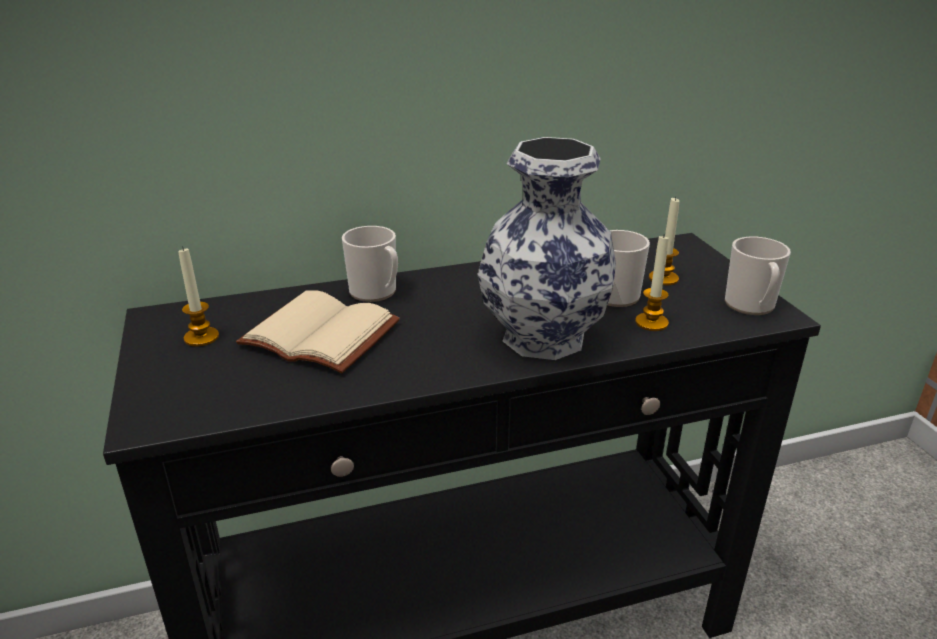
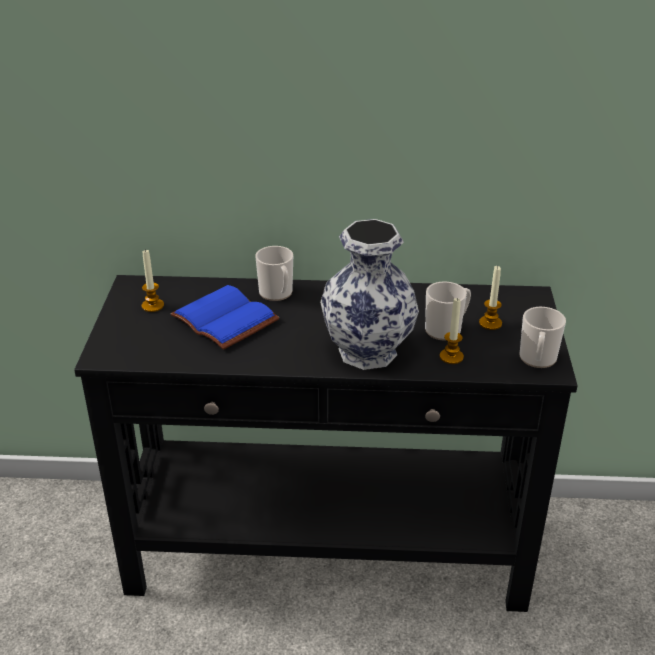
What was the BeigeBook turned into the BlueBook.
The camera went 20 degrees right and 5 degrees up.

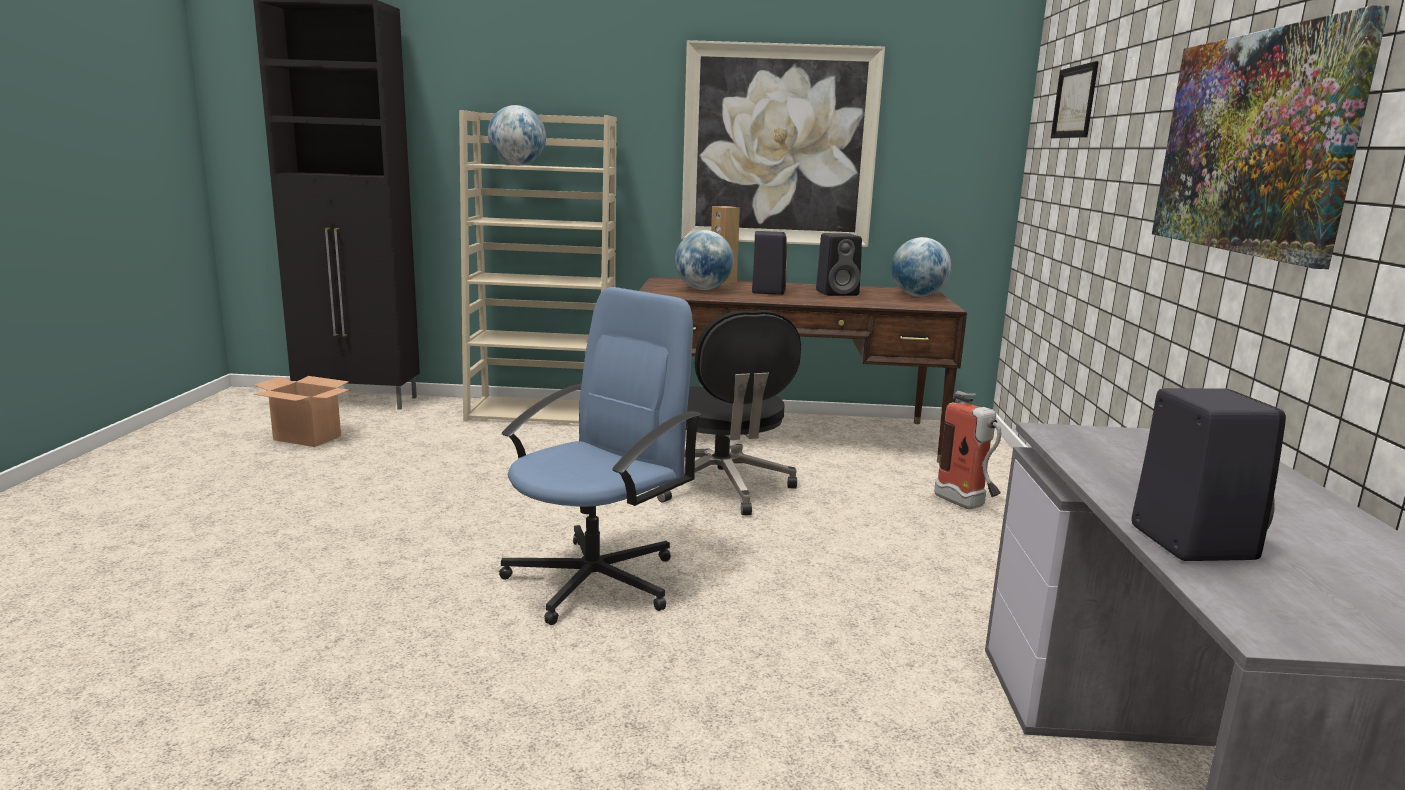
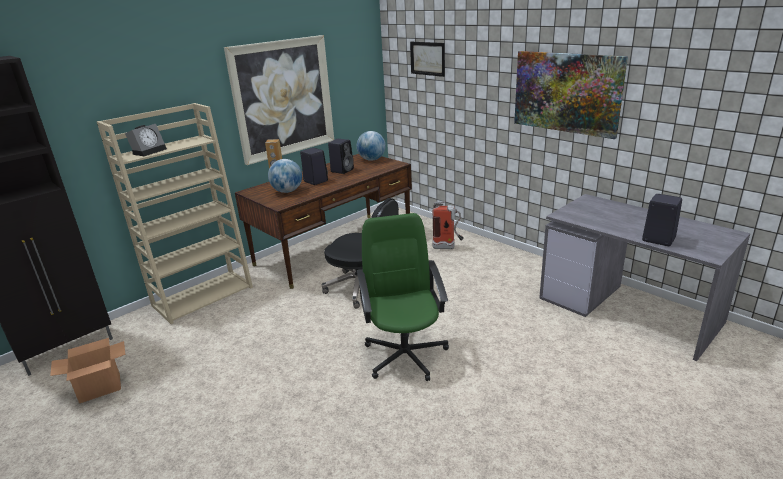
Where the Globe (no. 1 from left) stood, the AlarmClock came to stand.
What was the BlueOfficeChair turned into the GreenOfficeChair.
The camera went 45 degrees left and 10 degrees up.

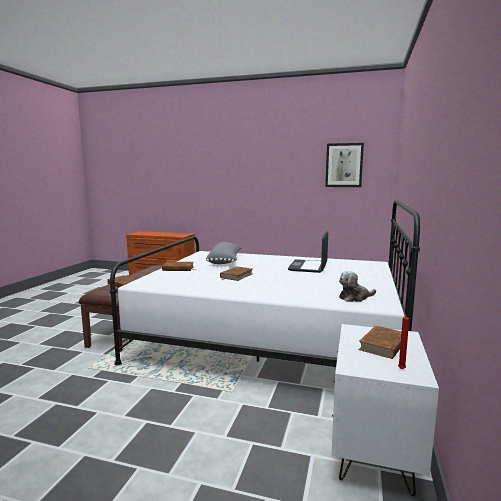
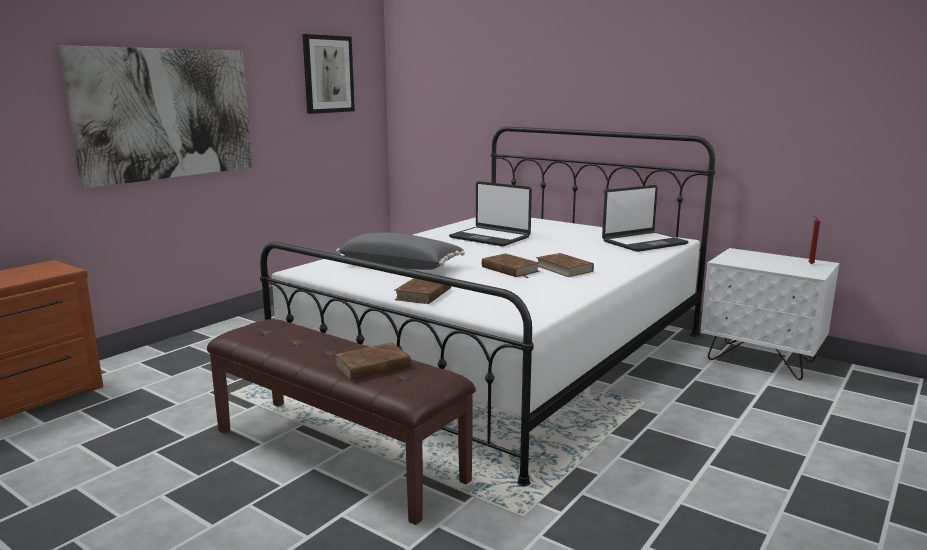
Where the PlushToy stood, the Laptop (no. 2 from left) came to stand.
The BrownBook (no. 4 from left) ended up elsewhere.
The second view gained the Picture (no. 1 from left).
The camera went 70 degrees left and 5 degrees up.

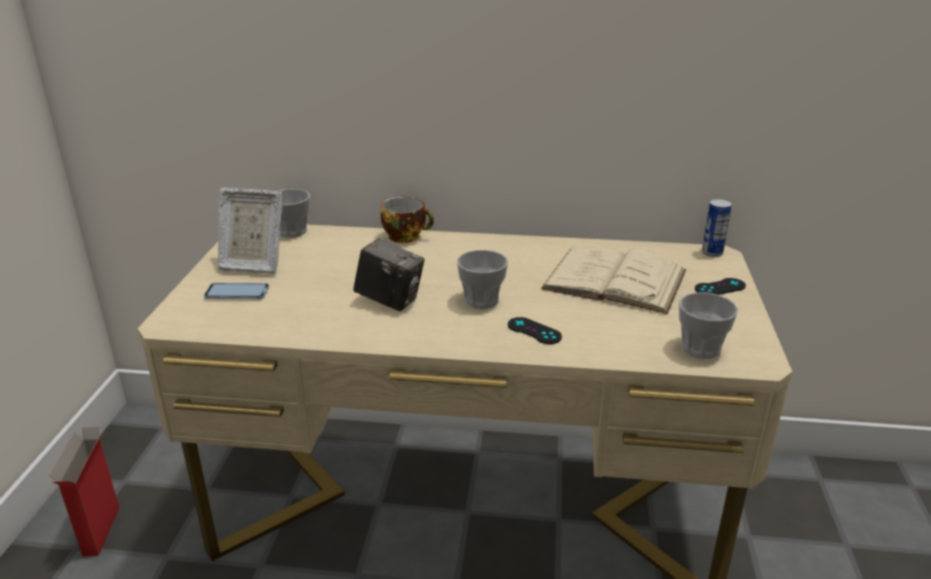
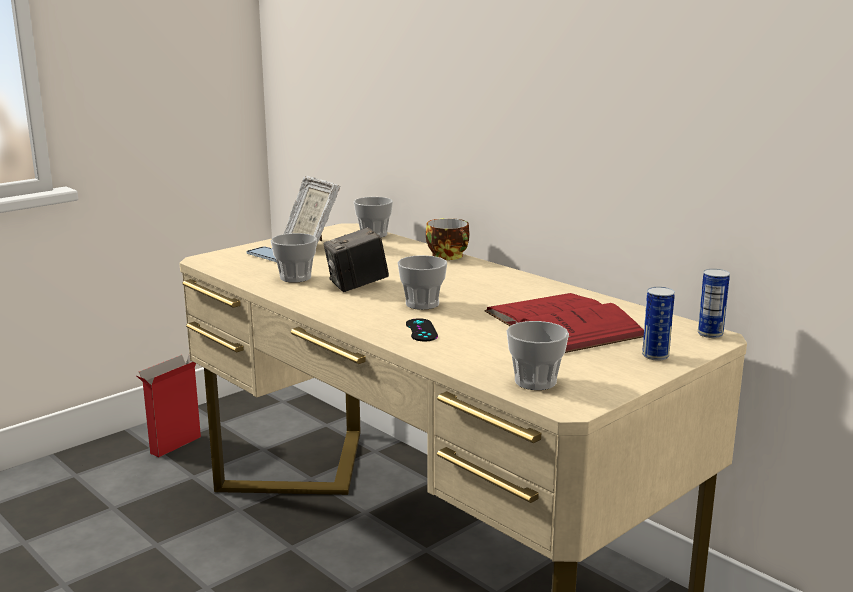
The PhotoCamera ended up facing another way, 90 degrees clockwise from before.
What was the BeigeBook turned into the RedBook.
Where the BlackGameController (no. 2 from left) stood, the Can (no. 1 from left) came to stand.
The second view gained the Cup (no. 1 from left).
The camera went 40 degrees right and 10 degrees down.

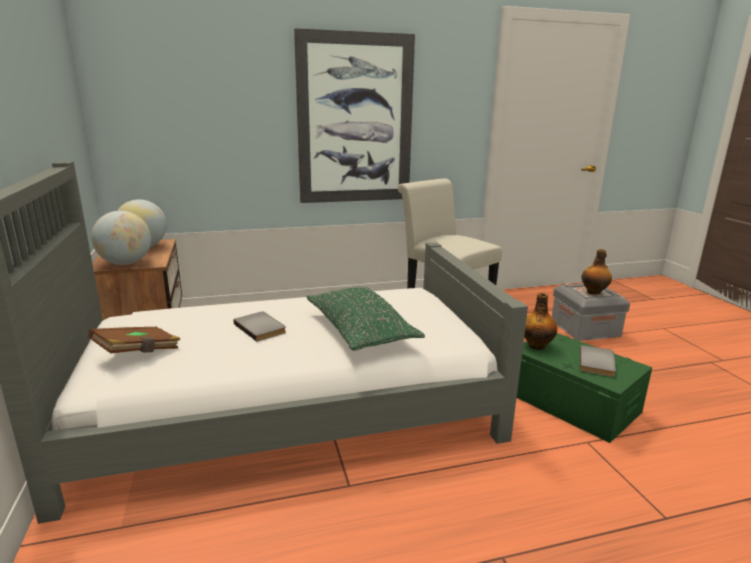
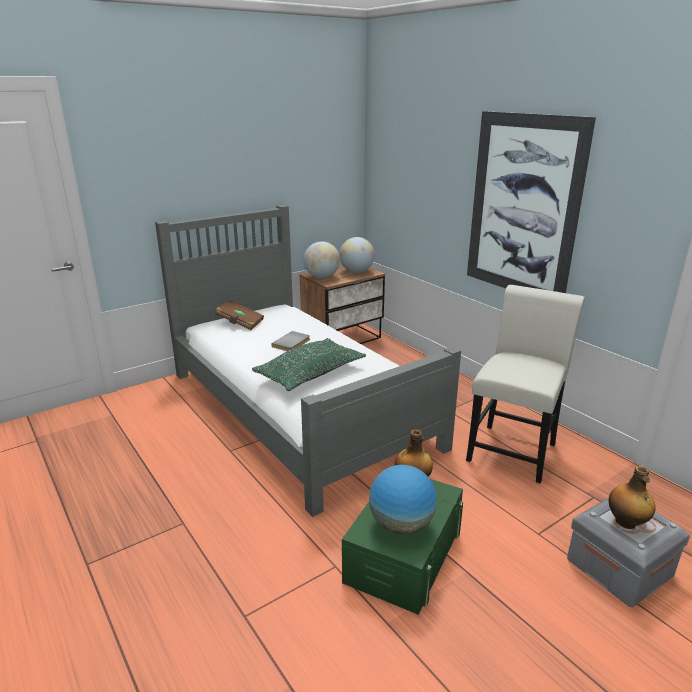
Where the GreyBook (no. 2 from left) stood, the Globe (no. 3 from left) came to stand.
The camera went 70 degrees right and 5 degrees up.

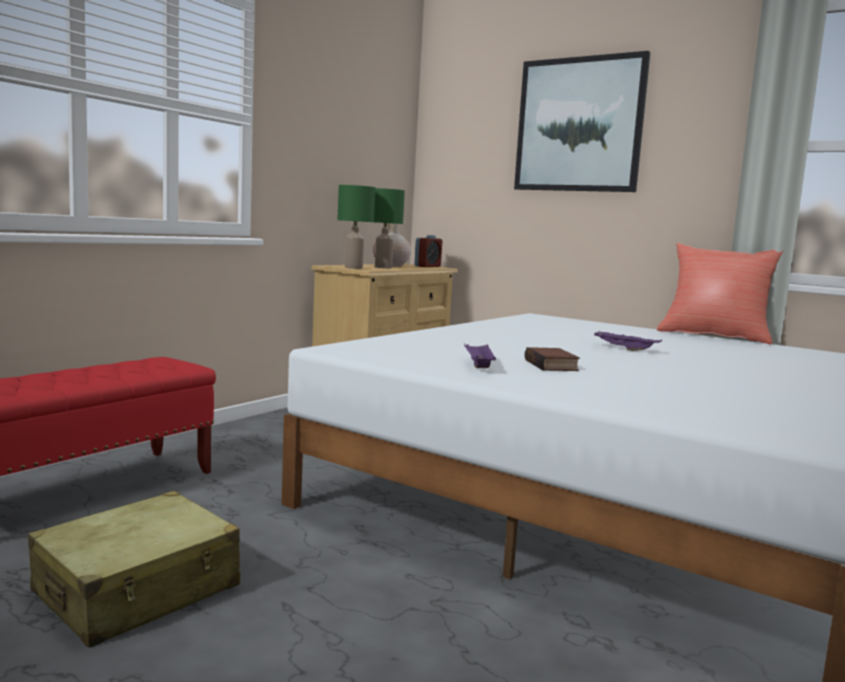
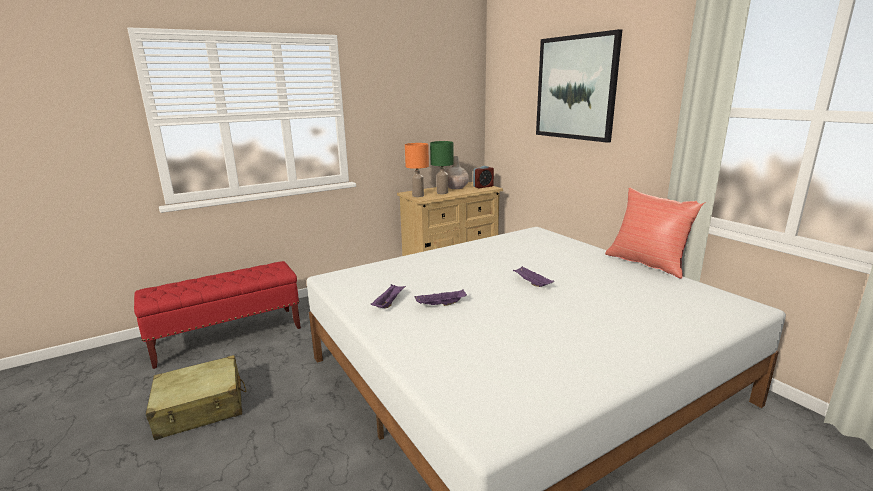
What was the GreenTableLamp (no. 1 from left) turned into the OrangeTableLamp.
Where the Book stood, the PurpleTray (no. 2 from left) came to stand.
The camera went 25 degrees right and 10 degrees up.

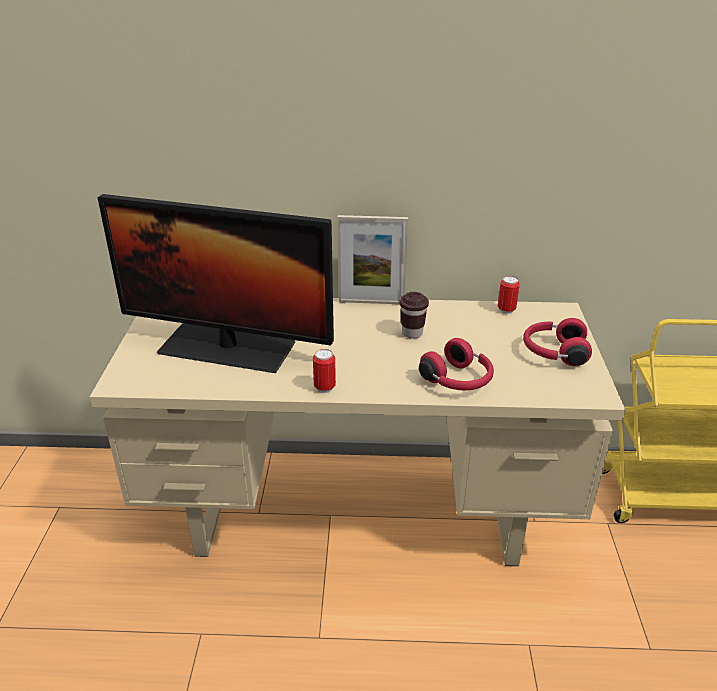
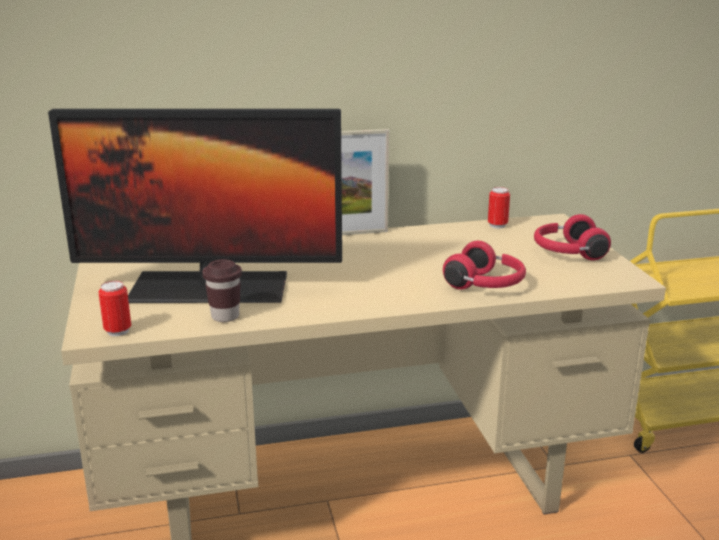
The Can (no. 1 from left) ended up elsewhere.
The BrownCup ended up elsewhere.
The camera went 15 degrees left and 10 degrees down.

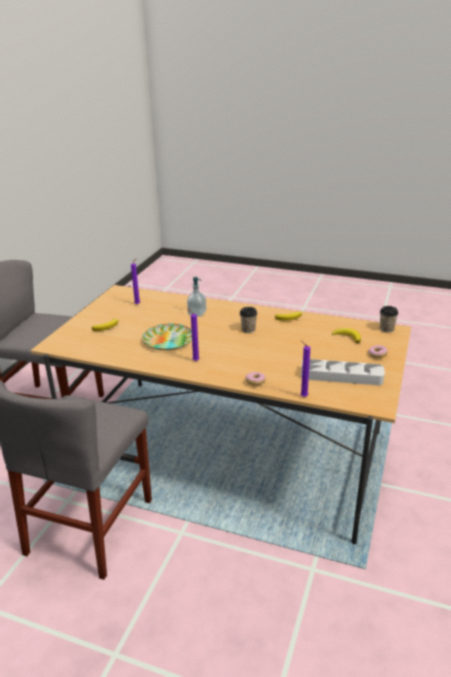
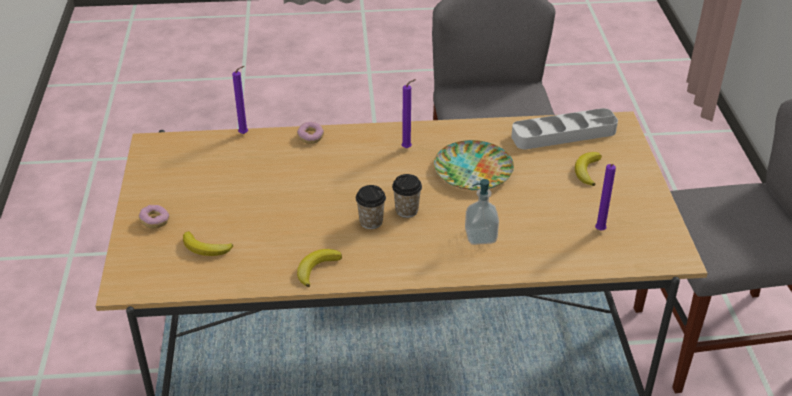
The GreyTray ended up elsewhere.
The Cup (no. 2 from left) ended up elsewhere.
The camera went 155 degrees right and 10 degrees up.

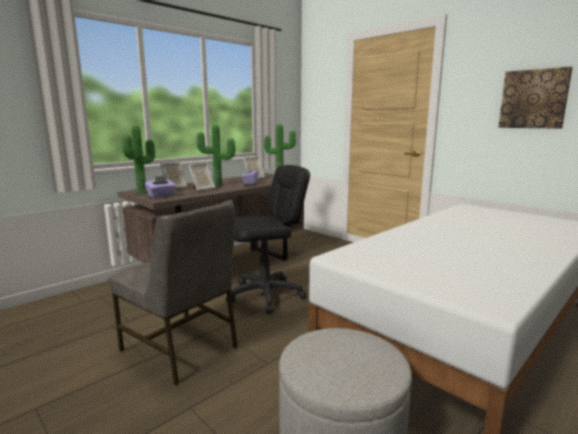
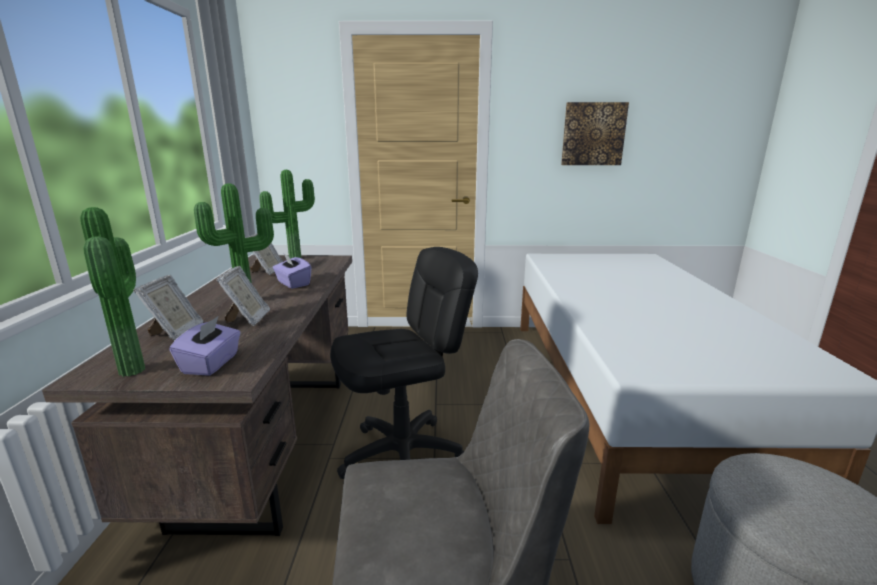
The BlackOfficeChair ended up facing another way, 45 degrees clockwise from before.
The camera went 45 degrees left and 5 degrees up.

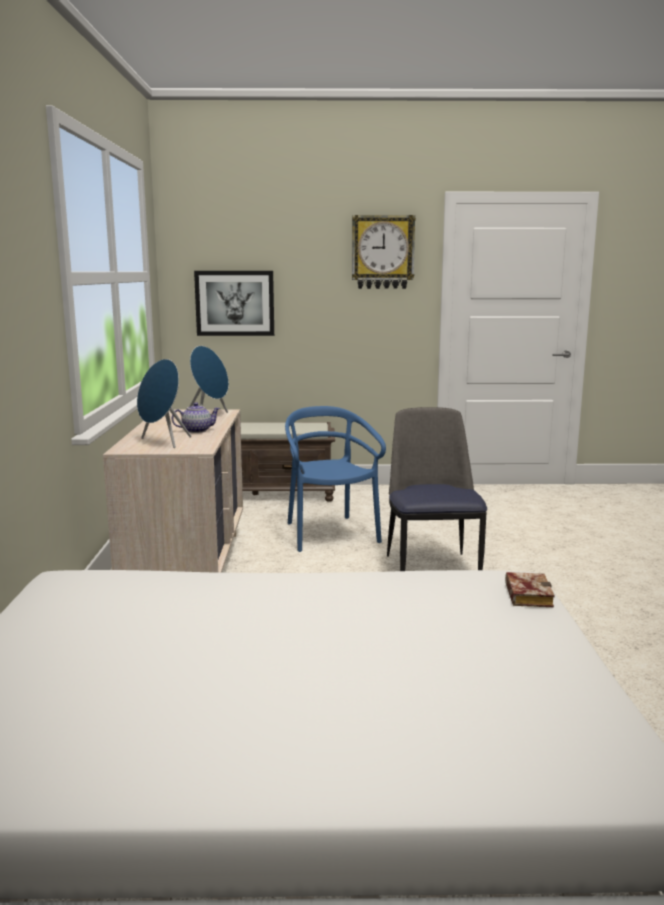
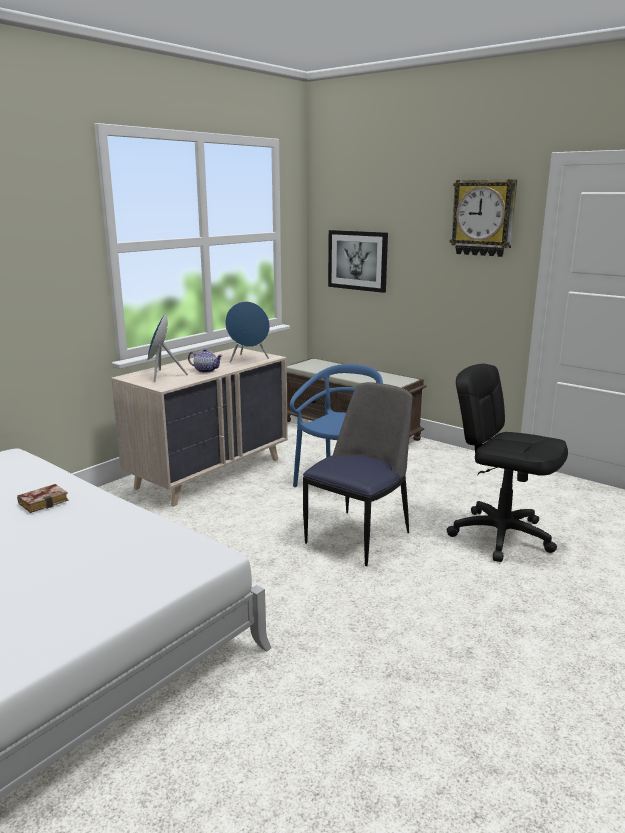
The Book ended up elsewhere.
The second view gained the BlackOfficeChair.
The camera went 40 degrees right and 5 degrees up.

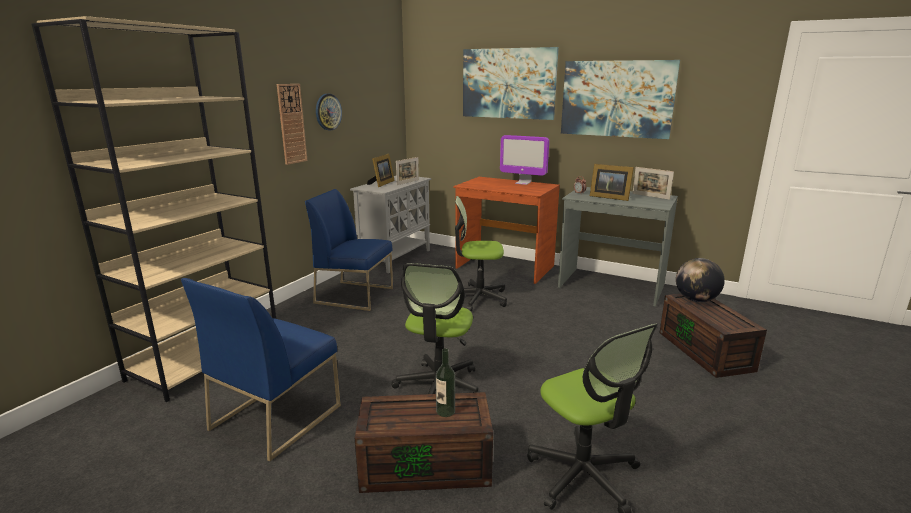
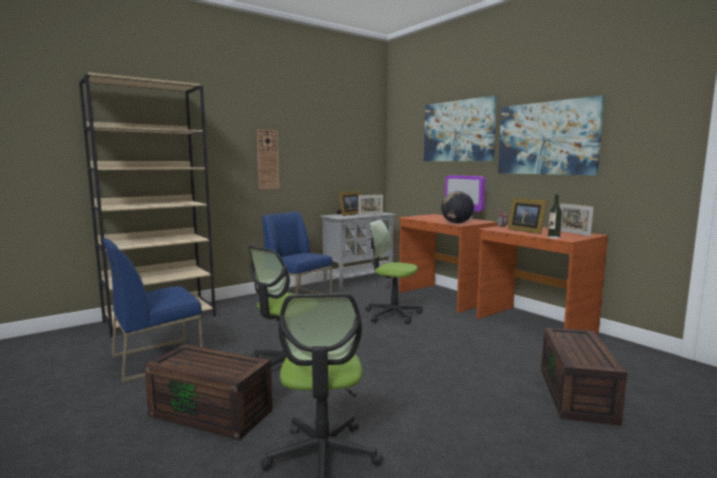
The second view lost the WallClock (no. 2 from left).
The Bottle ended up elsewhere.
What was the GreyDesk turned into the BrownDesk (no. 2 from left).
The Globe ended up elsewhere.
The camera went 25 degrees right and 10 degrees down.

